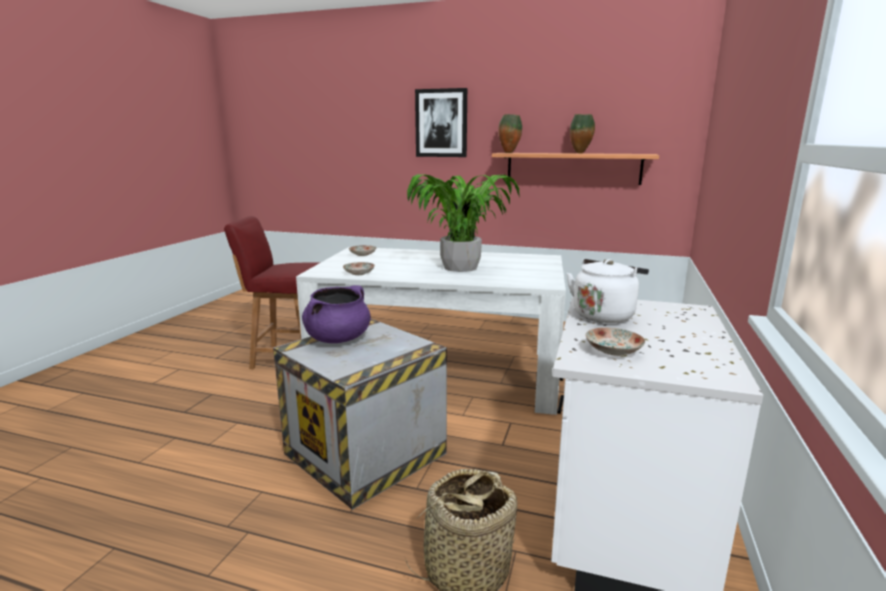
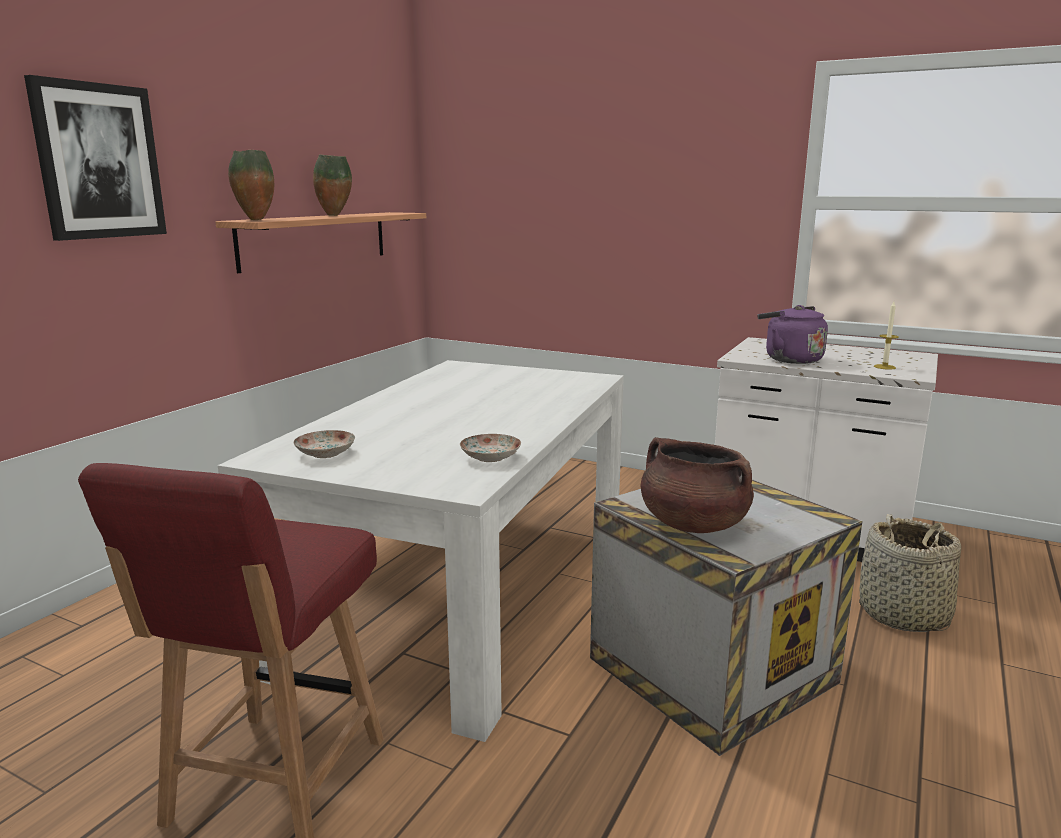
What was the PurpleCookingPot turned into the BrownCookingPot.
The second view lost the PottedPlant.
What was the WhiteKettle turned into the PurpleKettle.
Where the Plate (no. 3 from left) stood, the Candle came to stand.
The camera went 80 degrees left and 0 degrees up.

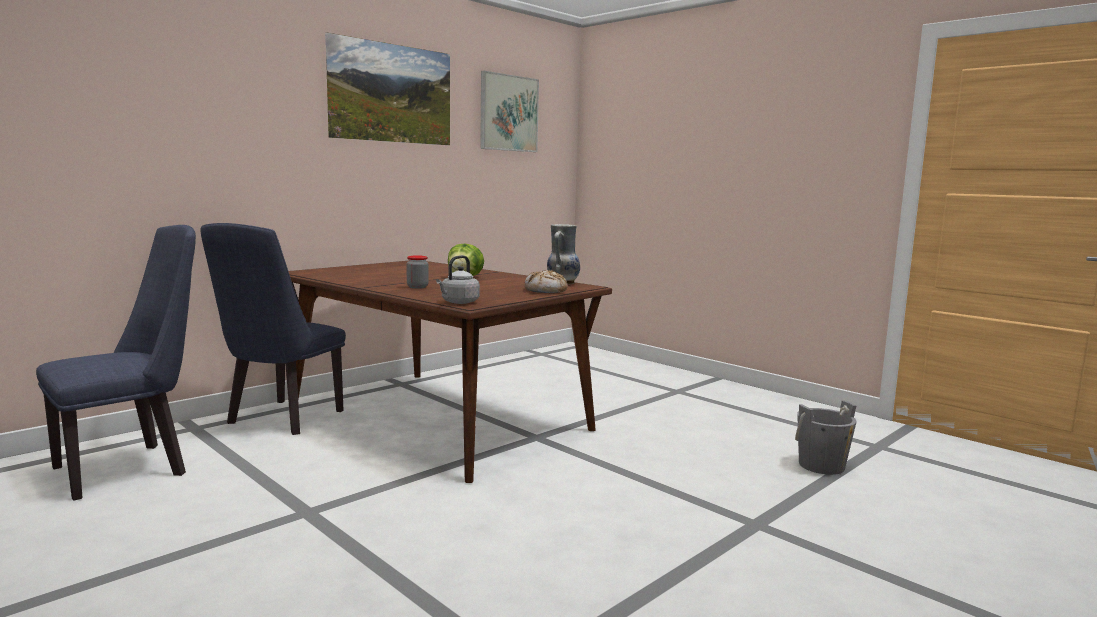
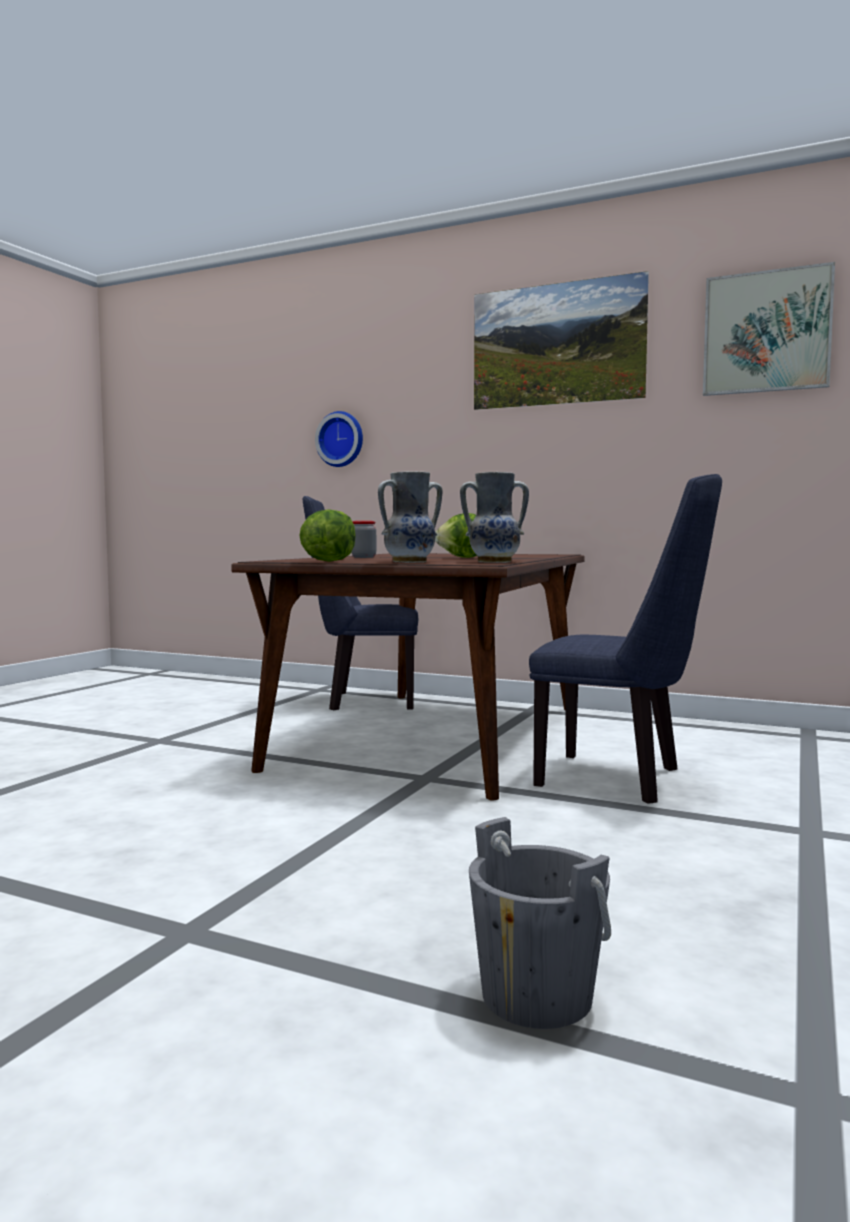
The BlueChair (no. 1 from left in the first image) ended up elsewhere.
The second view lost the GreyKettle.
Where the Bread stood, the Vase (no. 1 from left) came to stand.
The second view gained the Lettuce (no. 1 from left).
The second view gained the WallClock.
The camera went 70 degrees right and 5 degrees down.

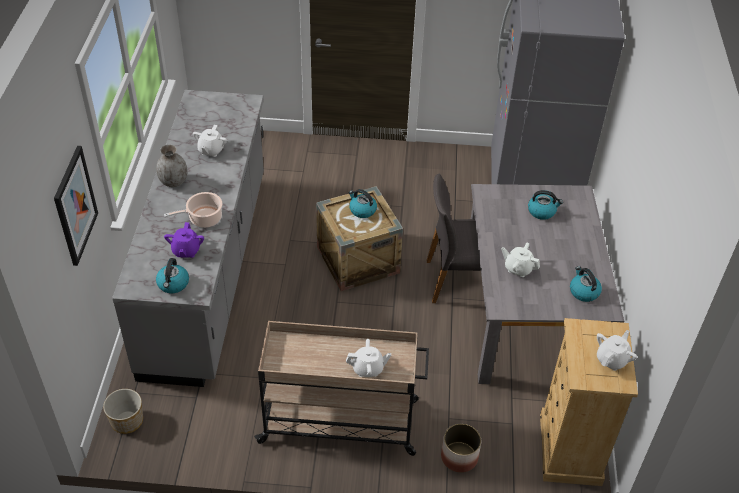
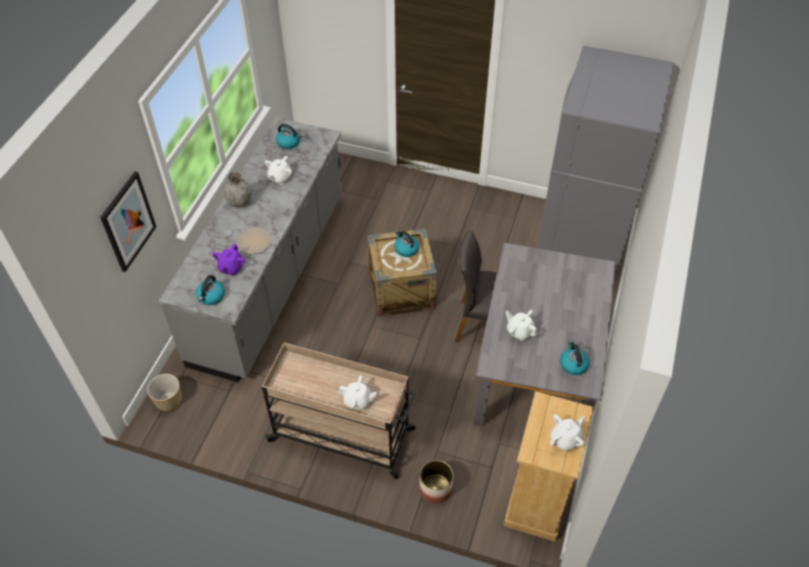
Where the CookingPot stood, the Plate came to stand.
The Kettle (no. 3 from left in the first image) ended up elsewhere.
The camera went 15 degrees right and 5 degrees up.

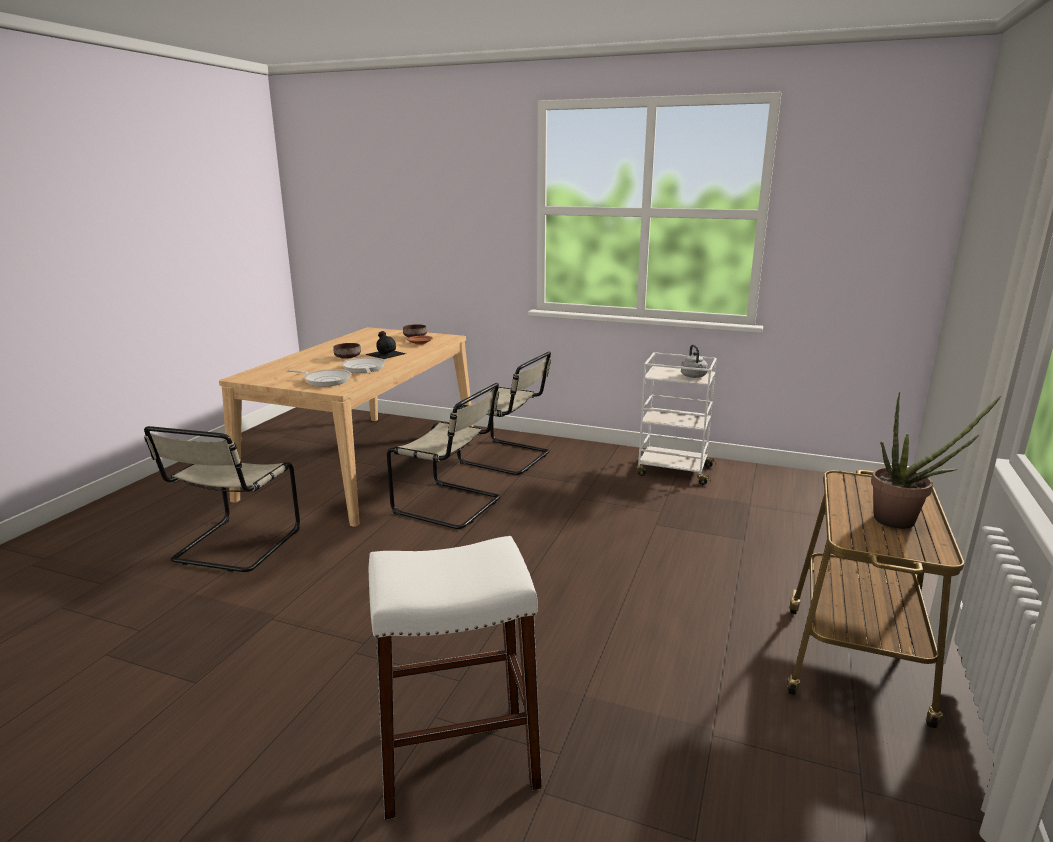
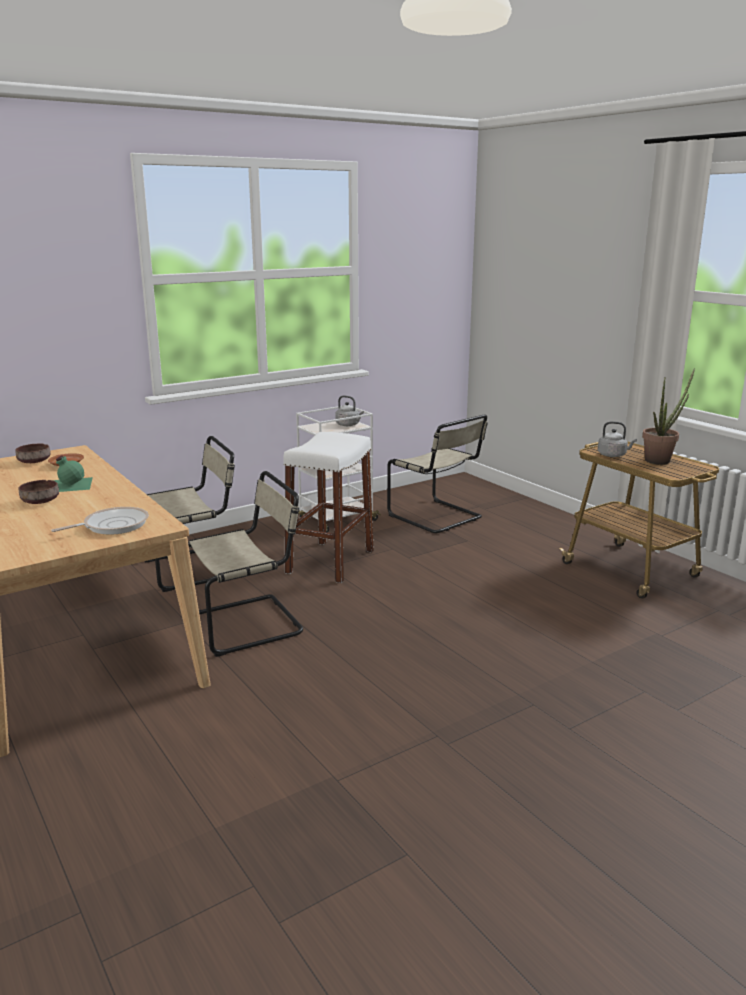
The BeigeChair (no. 1 from left in the first image) ended up elsewhere.
The second view lost the FryingPan (no. 2 from left).
What was the BlackBottle turned into the GreenBottle.
The WhiteStool ended up elsewhere.
The second view gained the GreyKettle (no. 2 from left).
The camera went 55 degrees left and 0 degrees up.

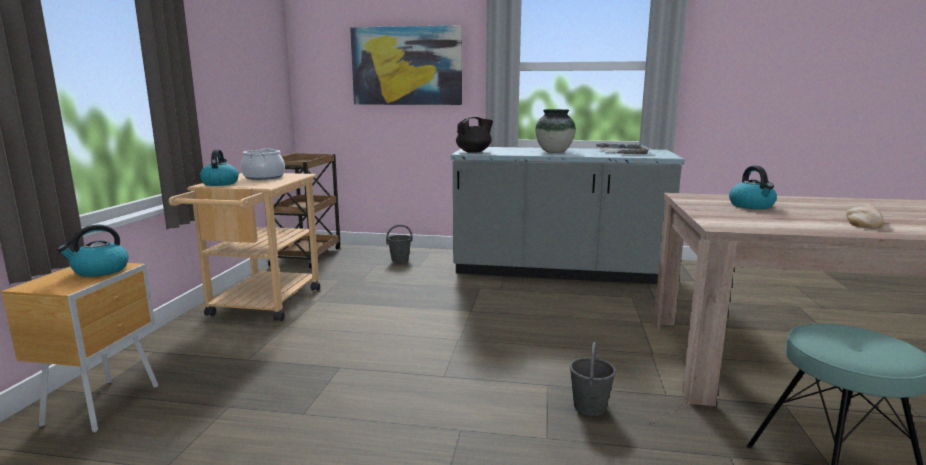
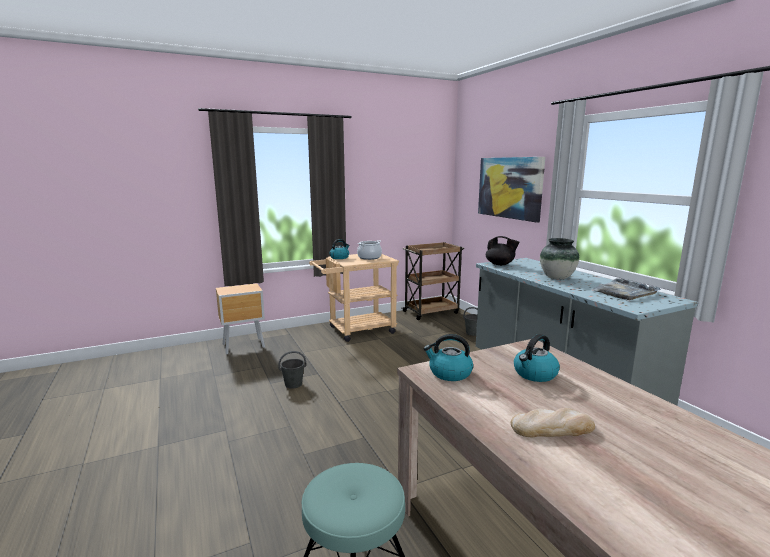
The Kettle (no. 1 from left in the first image) ended up elsewhere.
The GreyBucket (no. 2 from left in the first image) ended up elsewhere.
The camera went 55 degrees right and 0 degrees up.

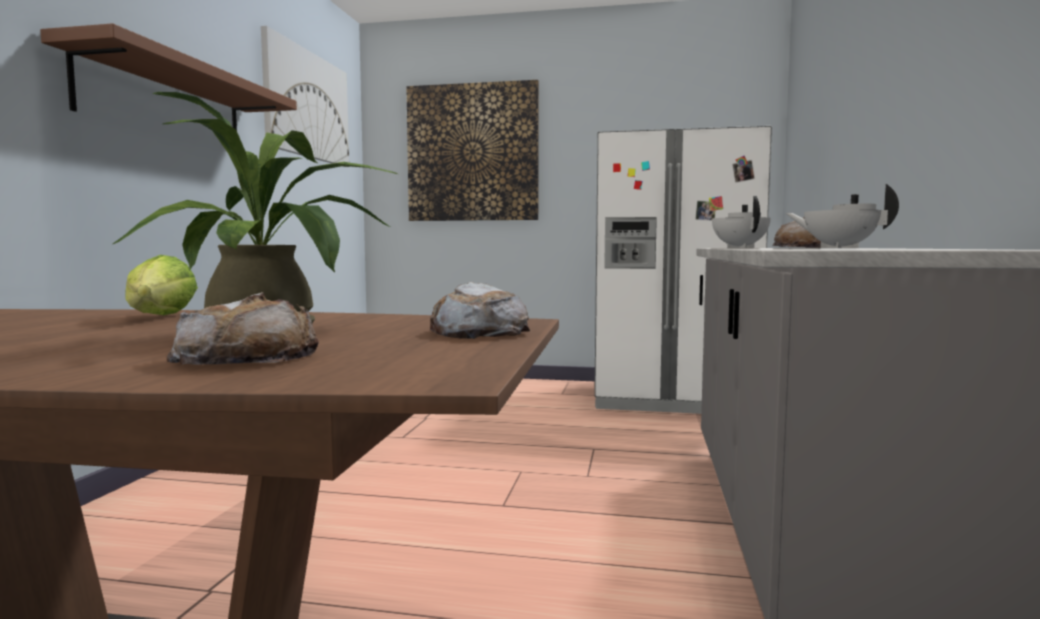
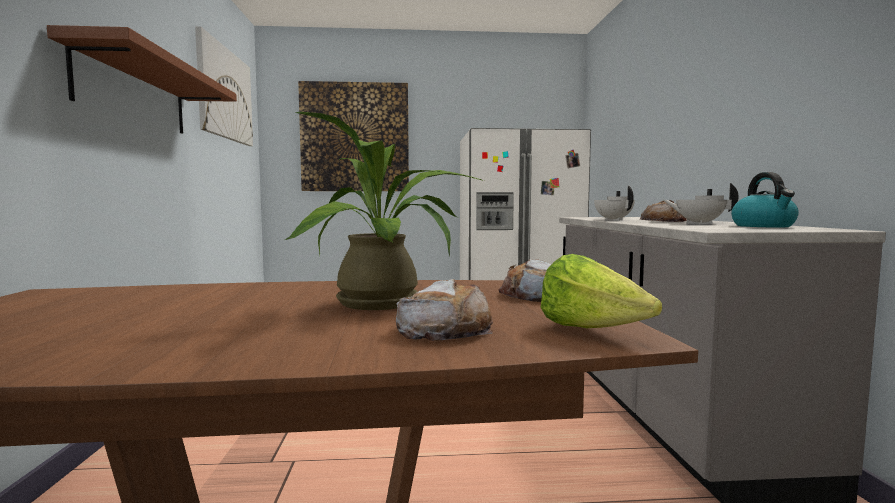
The Lettuce ended up elsewhere.
The second view gained the Kettle.
The camera went 15 degrees left and 0 degrees up.

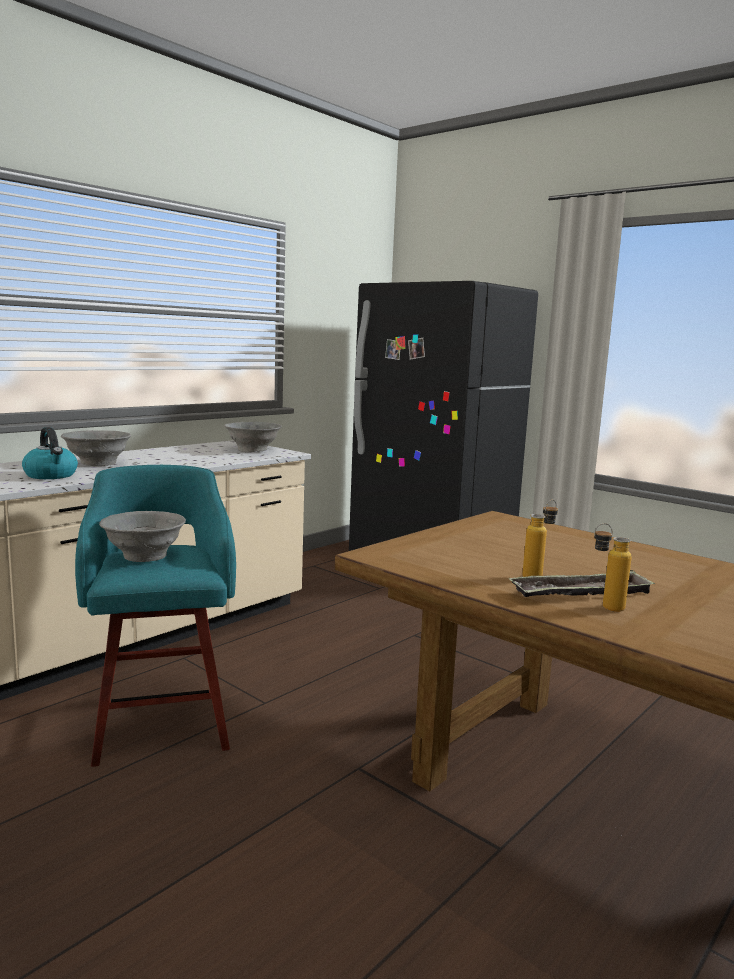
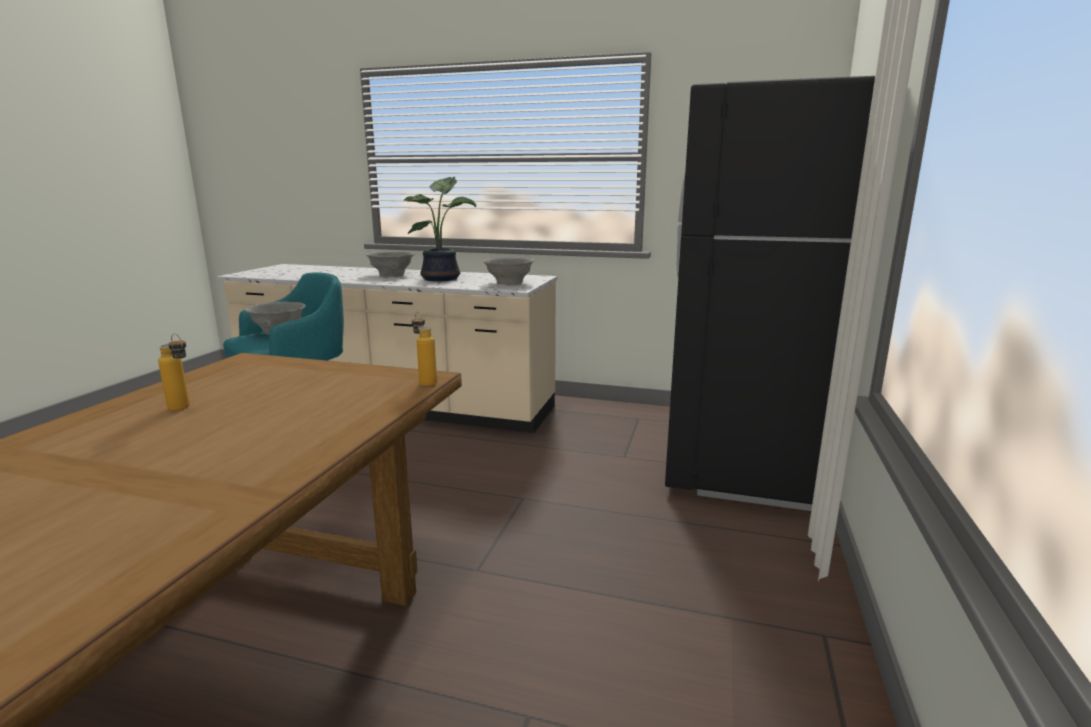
The second view lost the Kettle.
The second view lost the Tray.
The Bottle (no. 2 from left) ended up elsewhere.
The second view gained the PottedPlant.
The camera went 65 degrees right and 5 degrees up.

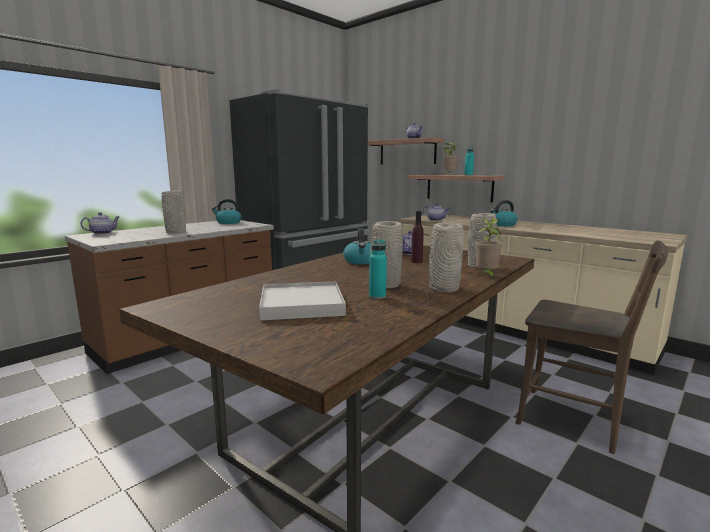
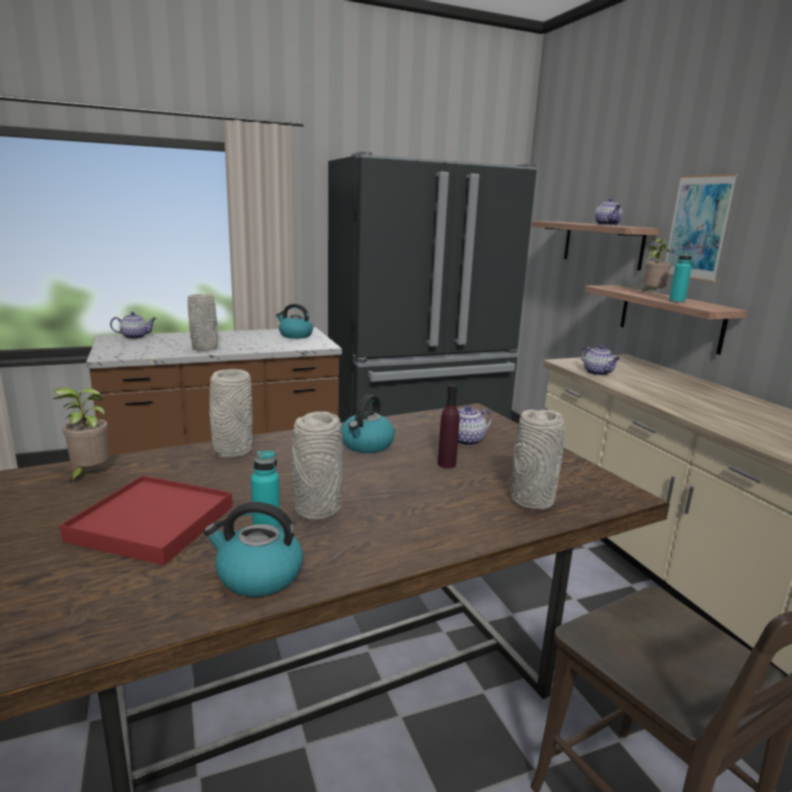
What was the WhiteTray turned into the RedTray.
The GreyVase (no. 3 from left in the first image) ended up elsewhere.
The PottedPlant (no. 2 from left in the first image) ended up elsewhere.
The Kettle (no. 3 from left in the first image) ended up elsewhere.
The second view gained the Picture.
The camera went 25 degrees right and 5 degrees up.

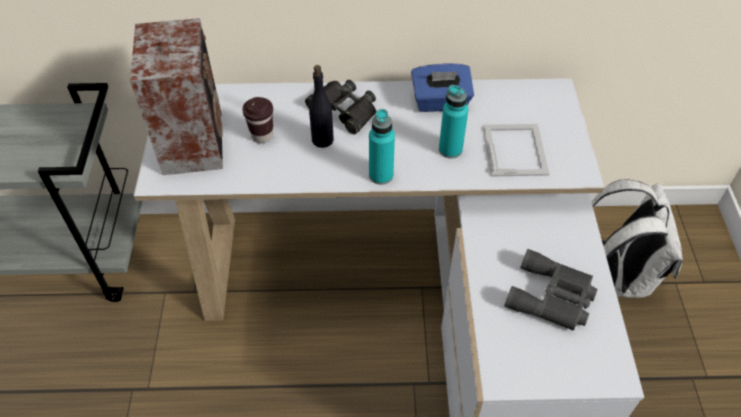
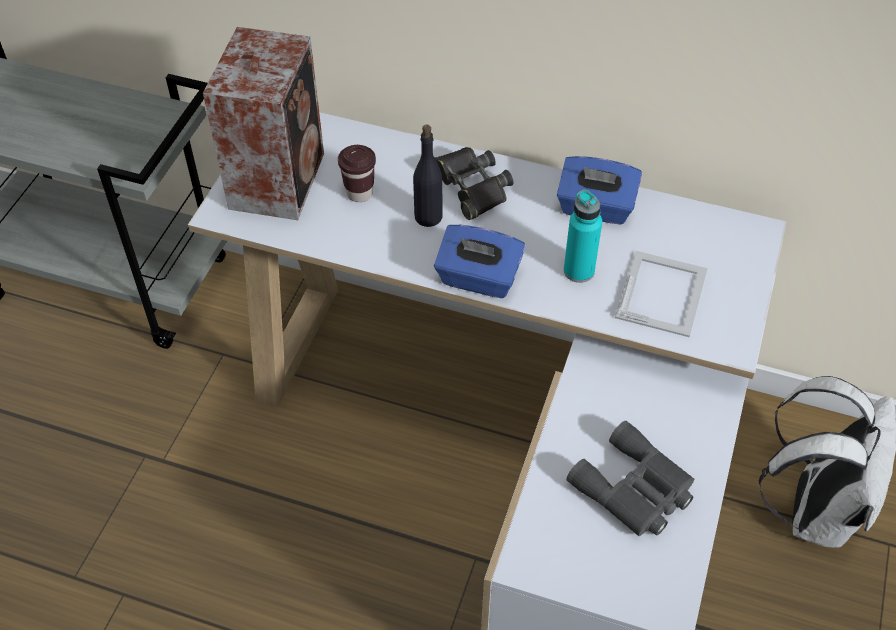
Where the TurquoiseBottle (no. 1 from left) stood, the BlueTissueBox (no. 1 from left) came to stand.
The camera went 20 degrees right and 0 degrees up.

